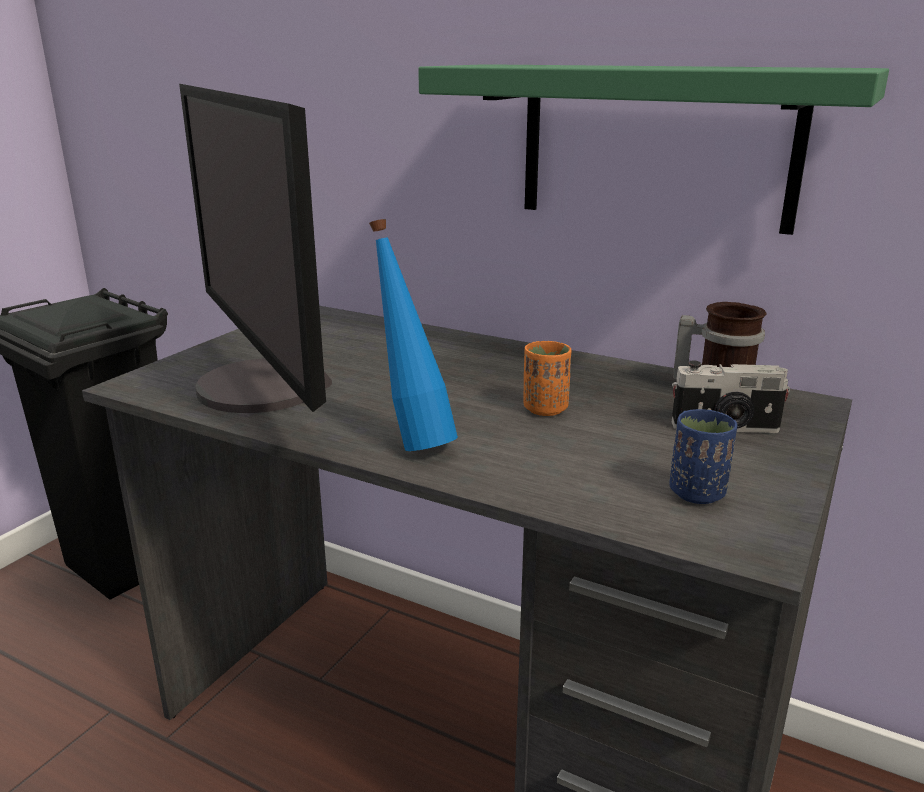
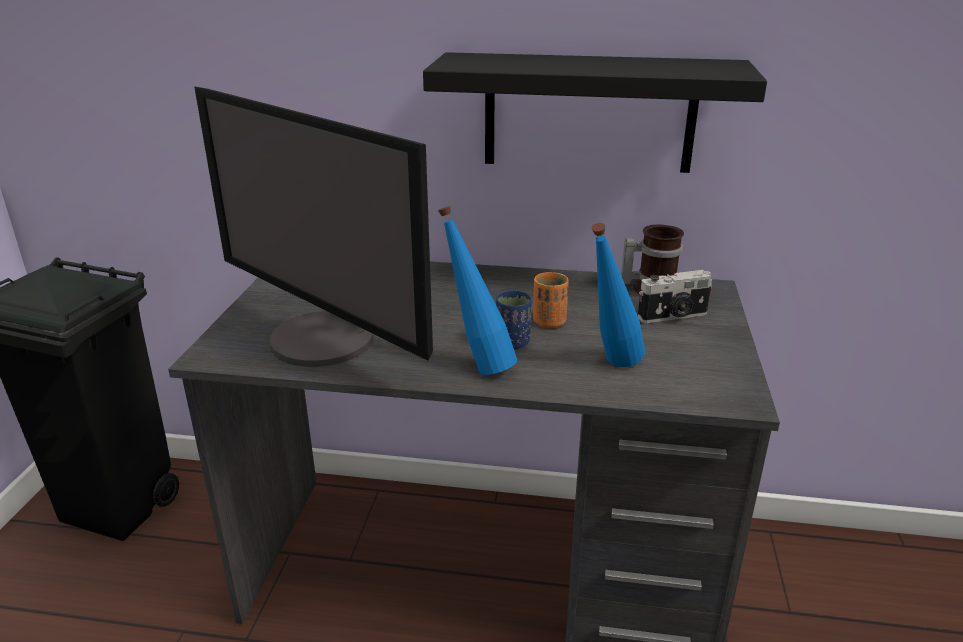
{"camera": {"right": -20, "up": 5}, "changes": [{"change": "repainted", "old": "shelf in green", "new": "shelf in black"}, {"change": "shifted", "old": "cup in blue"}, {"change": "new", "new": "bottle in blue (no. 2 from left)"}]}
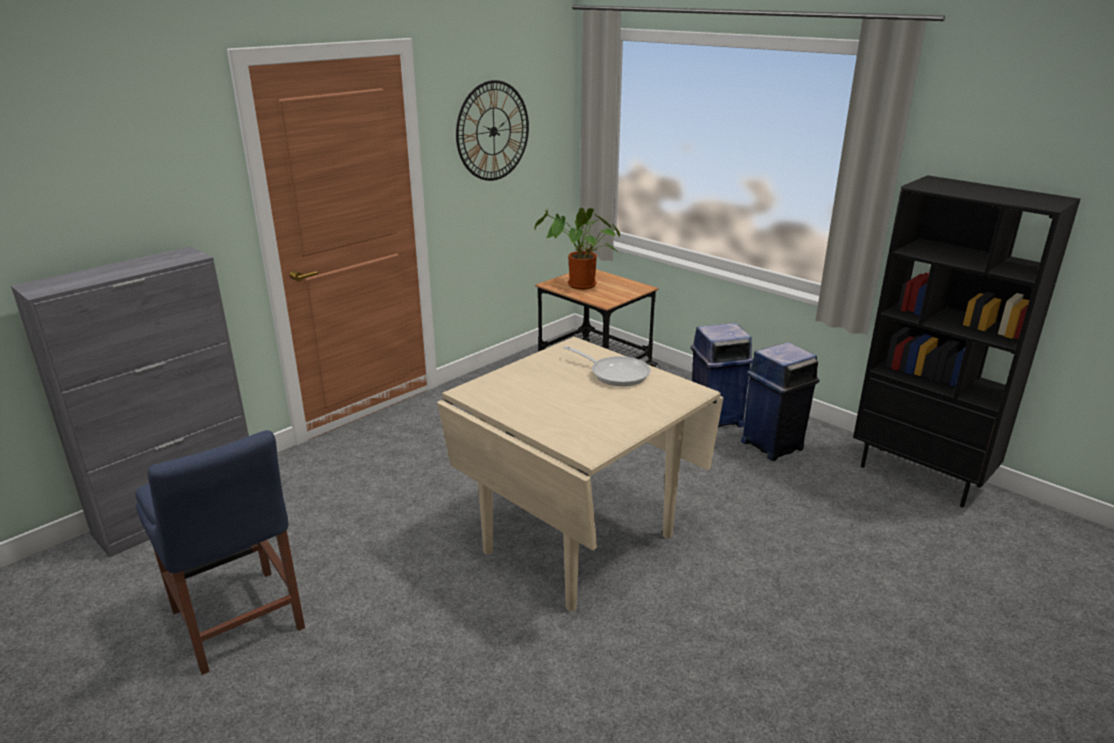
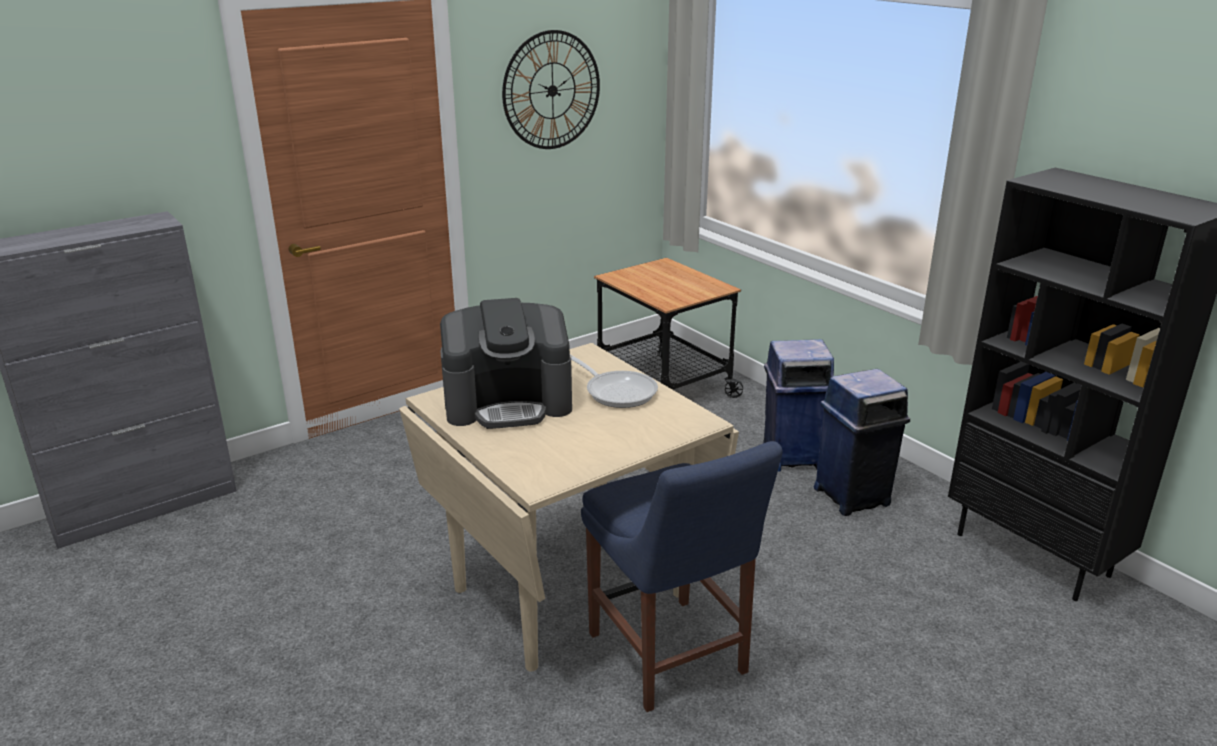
{"camera": {"right": 10, "up": 0}, "changes": [{"change": "gone", "old": "potted plant"}, {"change": "shifted", "old": "chair in blue"}, {"change": "new", "new": "coffee machine"}]}
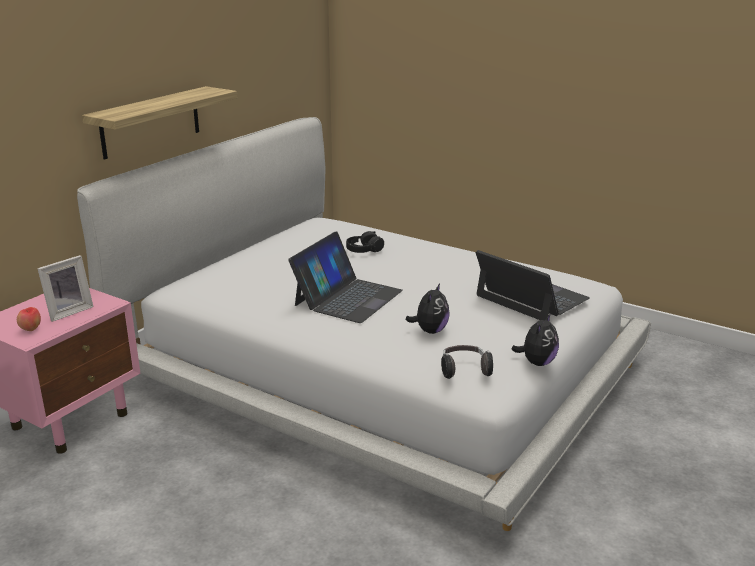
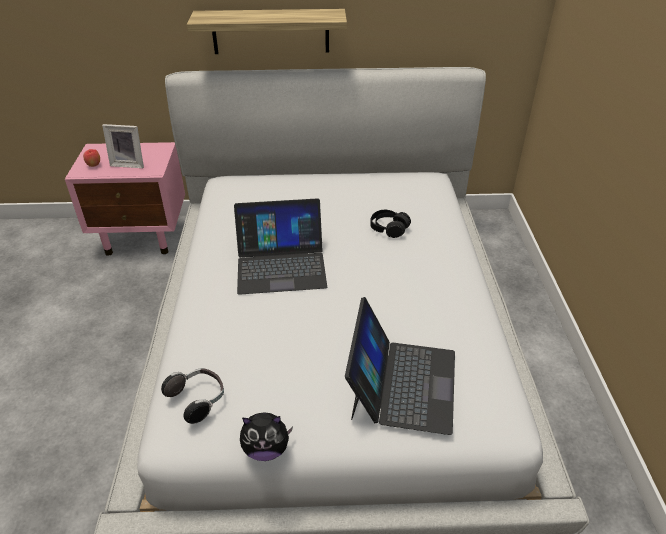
{"camera": {"right": 55, "up": 15}, "changes": [{"change": "gone", "old": "plush toy (no. 1 from left)"}]}
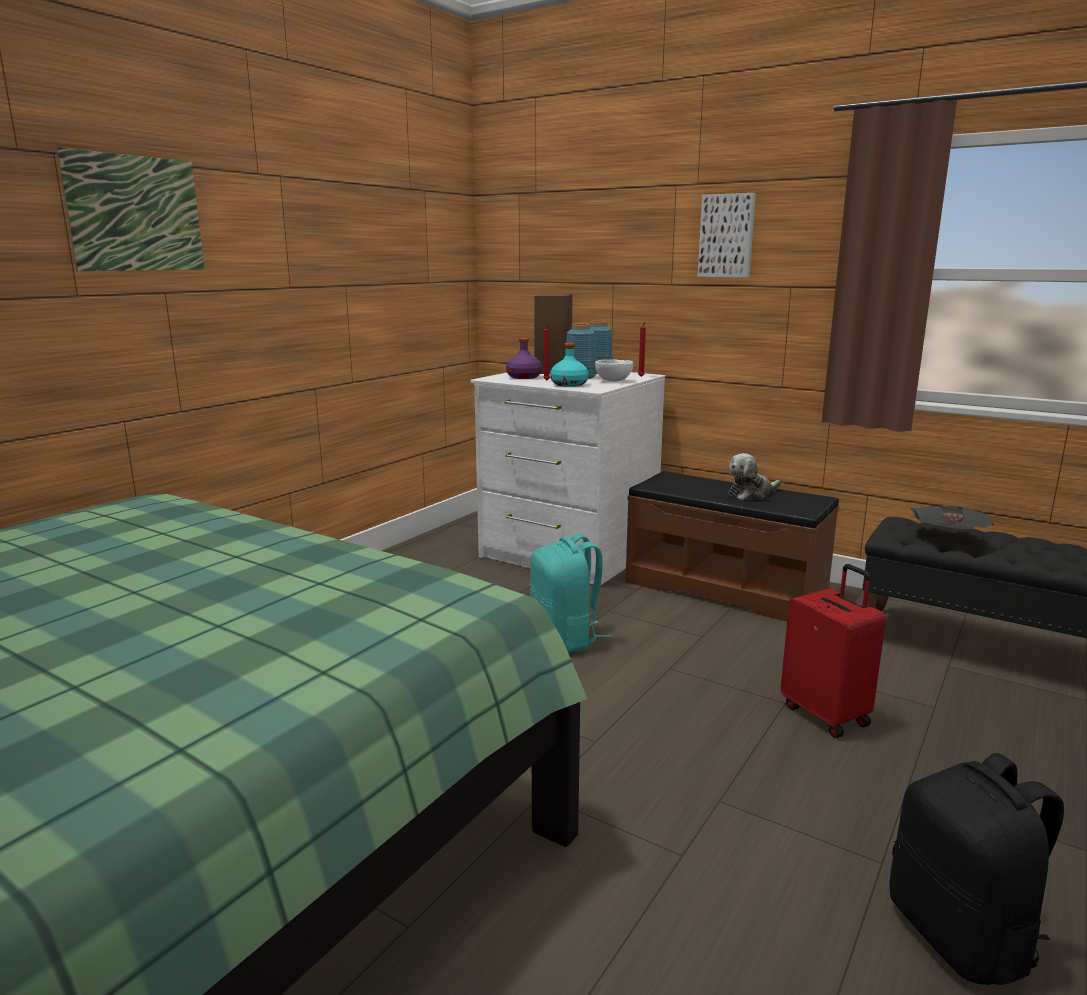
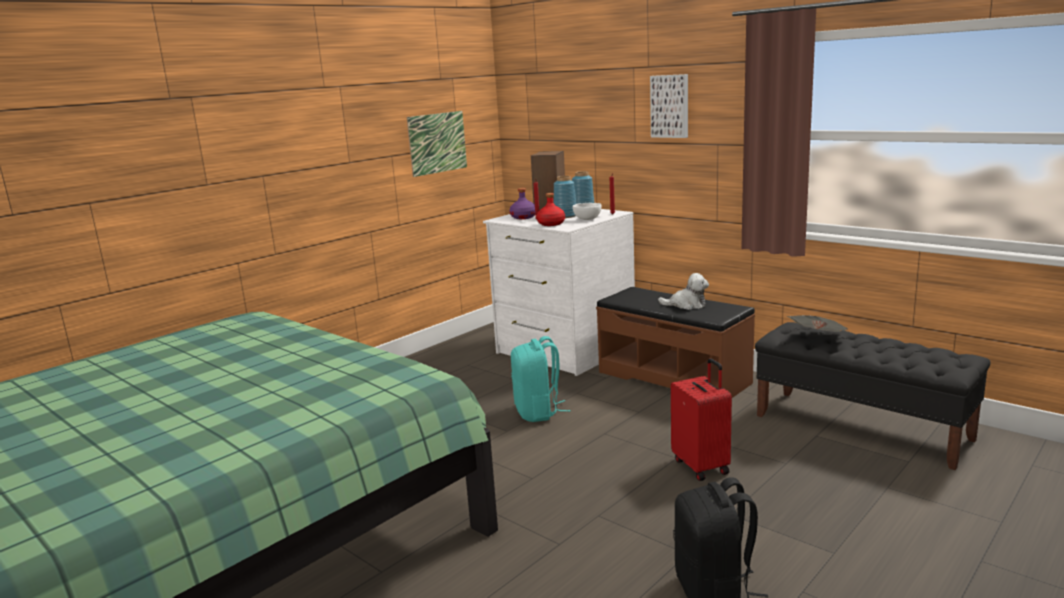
{"camera": {"right": 10, "up": 0}, "changes": [{"change": "shifted", "old": "picture (no. 1 from left)"}, {"change": "repainted", "old": "bottle in turquoise", "new": "bottle in red"}, {"change": "rotated", "old": "plush toy", "degrees": -150}]}
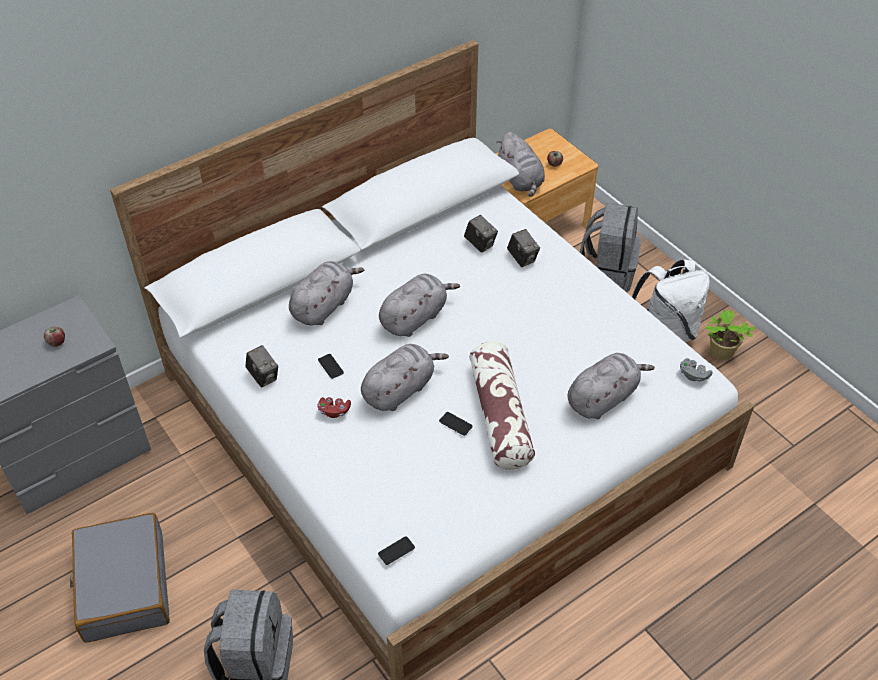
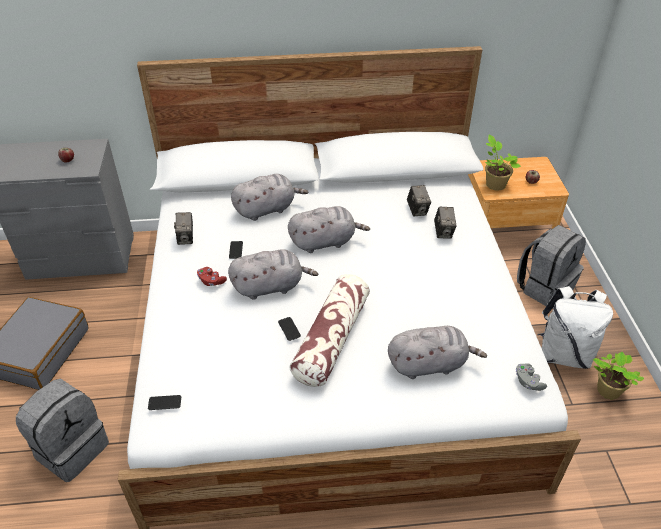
{"camera": {"right": 30, "up": -5}, "changes": [{"change": "swapped", "old": "plush toy in grey (no. 4 from left)", "new": "potted plant (no. 1 from left)"}]}
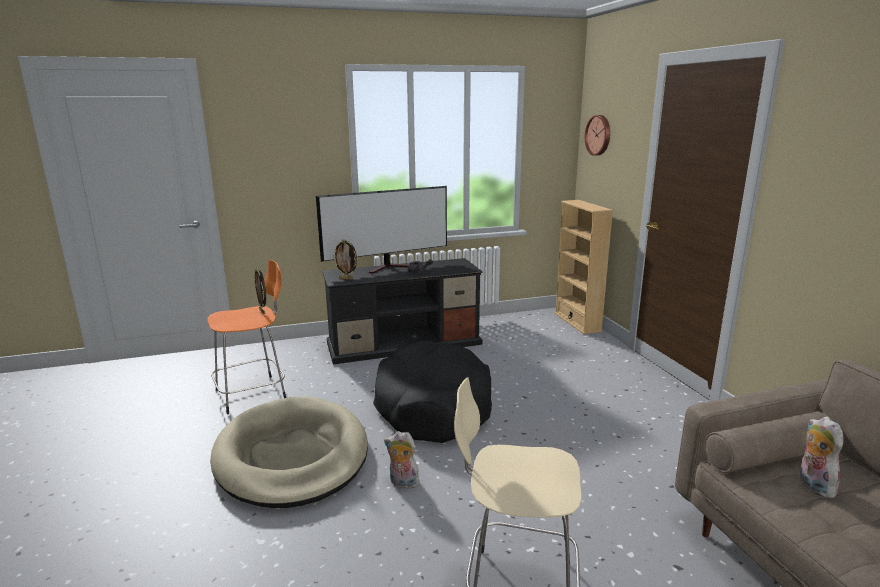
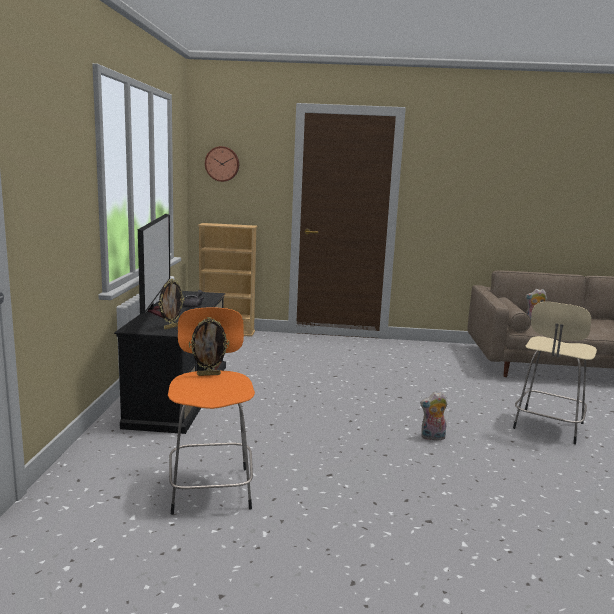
{"camera": {"right": -70, "up": -5}, "changes": [{"change": "gone", "old": "dog bed in black"}, {"change": "gone", "old": "dog bed in beige"}, {"change": "rotated", "old": "plush toy (no. 1 from left)", "degrees": 45}]}
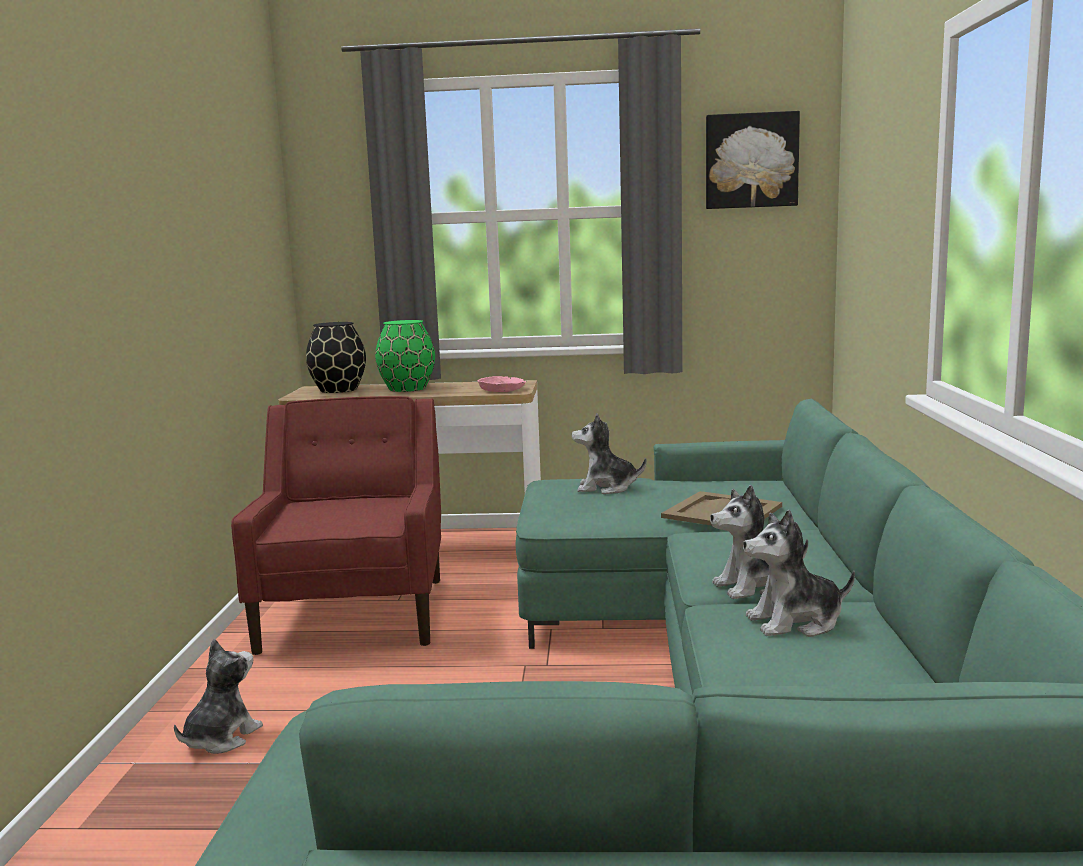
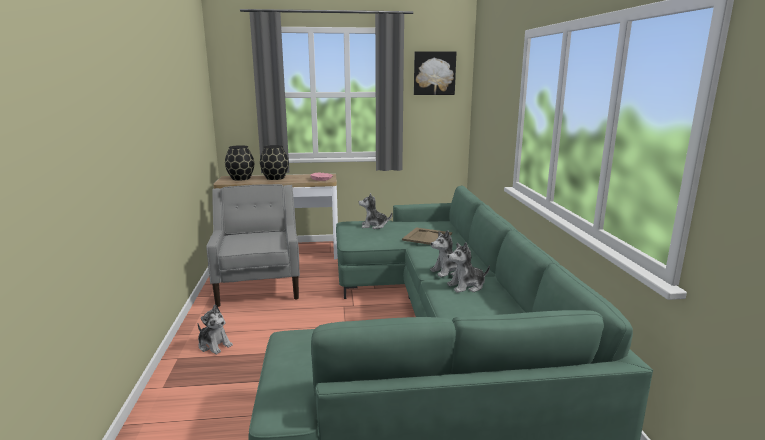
{"camera": {"right": -10, "up": 5}, "changes": [{"change": "repainted", "old": "vase in green", "new": "vase in black (no. 2 from left)"}, {"change": "repainted", "old": "armchair in red", "new": "armchair in grey"}, {"change": "rotated", "old": "plush toy (no. 1 from left)", "degrees": 105}]}
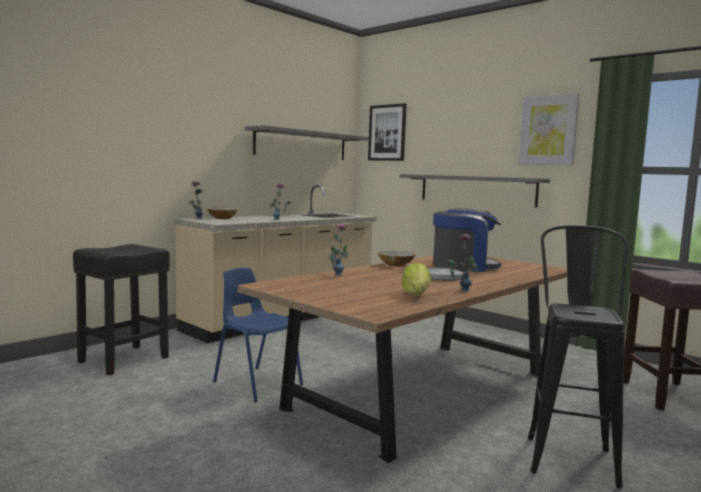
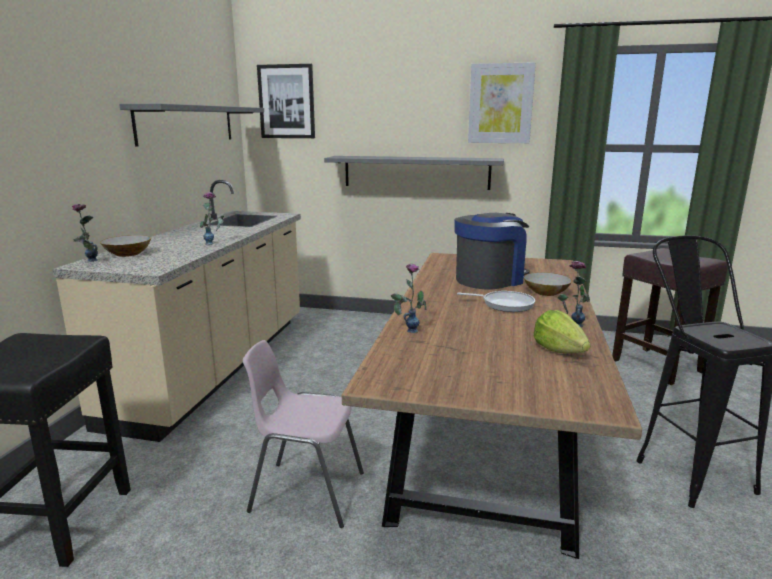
{"camera": {"right": -30, "up": 10}, "changes": [{"change": "shifted", "old": "bowl (no. 2 from left)"}, {"change": "repainted", "old": "chair in blue", "new": "chair in pink"}]}
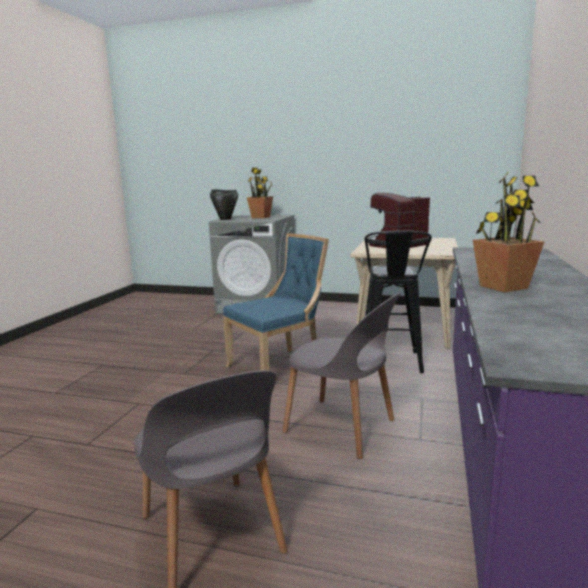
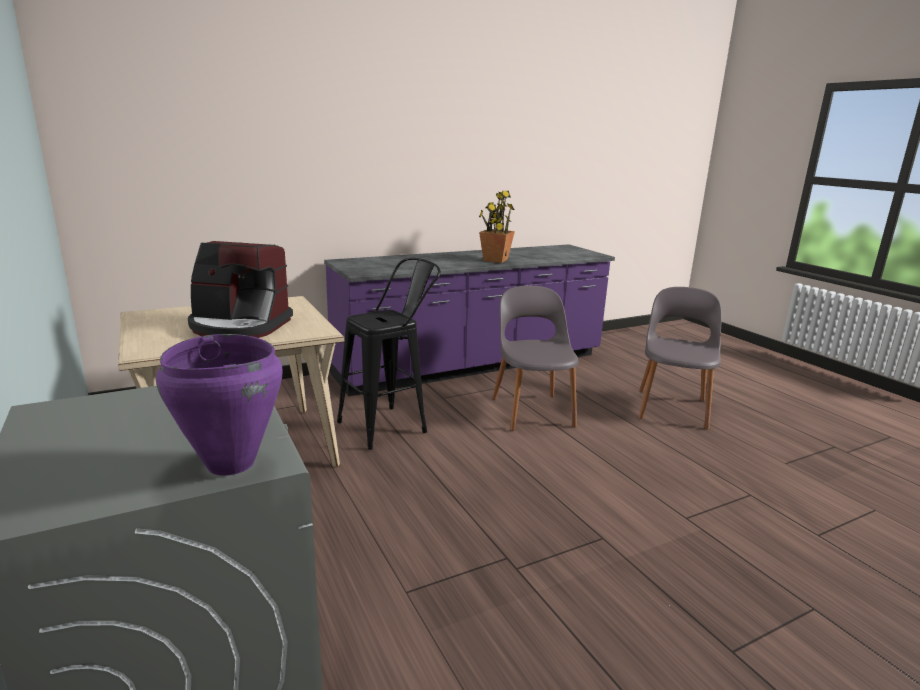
{"camera": {"right": -135, "up": 5}, "changes": [{"change": "gone", "old": "potted plant (no. 1 from left)"}, {"change": "repainted", "old": "cooking pot in black", "new": "cooking pot in purple"}, {"change": "gone", "old": "chair in blue"}]}
